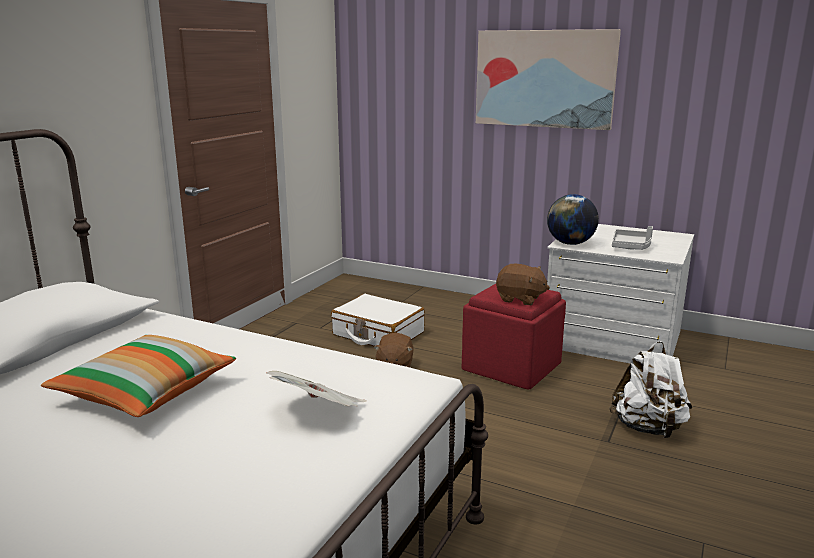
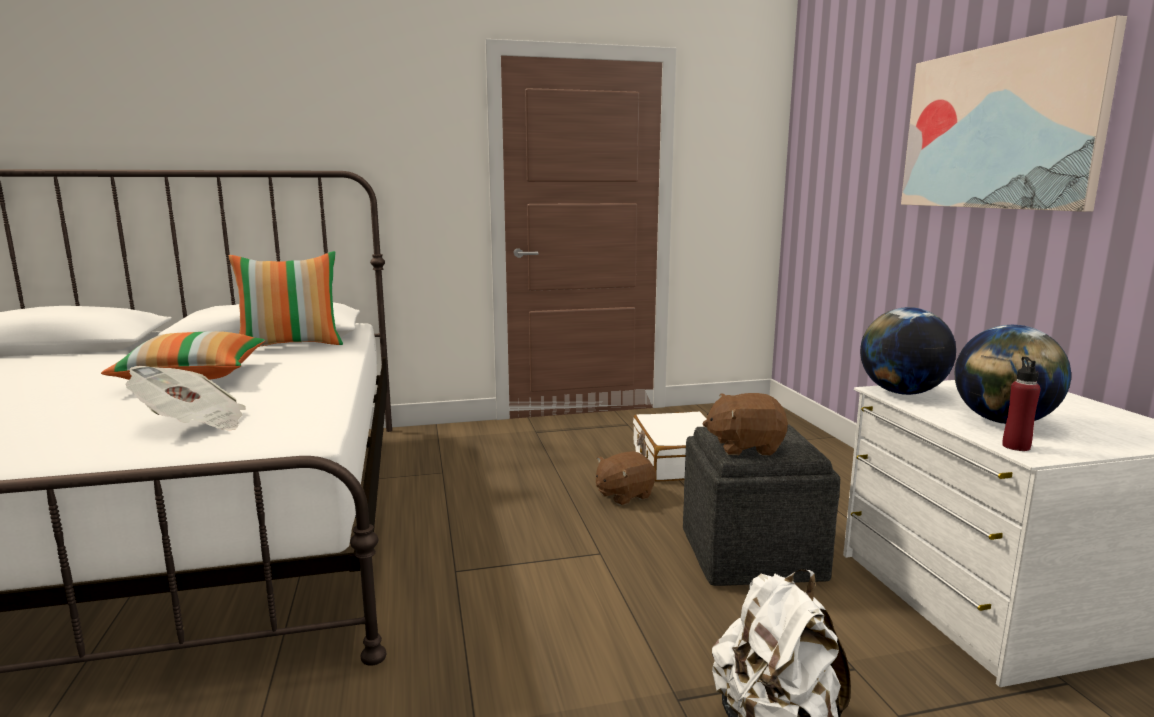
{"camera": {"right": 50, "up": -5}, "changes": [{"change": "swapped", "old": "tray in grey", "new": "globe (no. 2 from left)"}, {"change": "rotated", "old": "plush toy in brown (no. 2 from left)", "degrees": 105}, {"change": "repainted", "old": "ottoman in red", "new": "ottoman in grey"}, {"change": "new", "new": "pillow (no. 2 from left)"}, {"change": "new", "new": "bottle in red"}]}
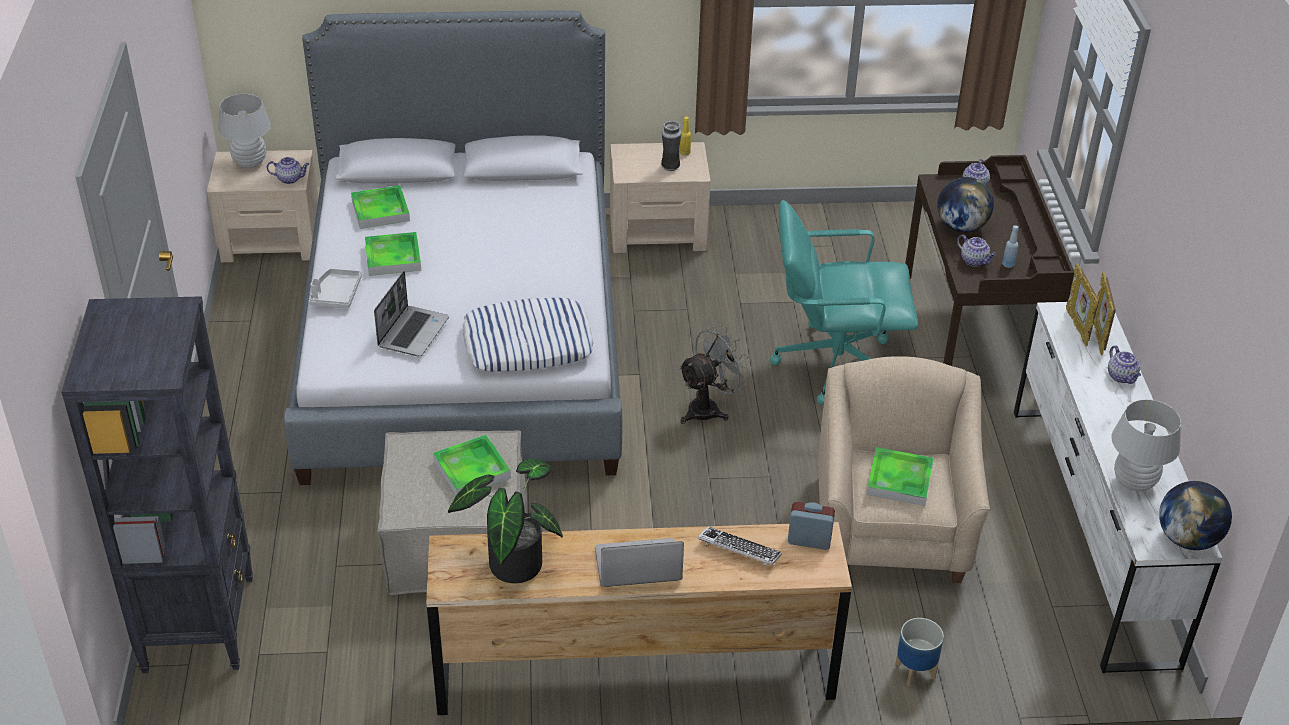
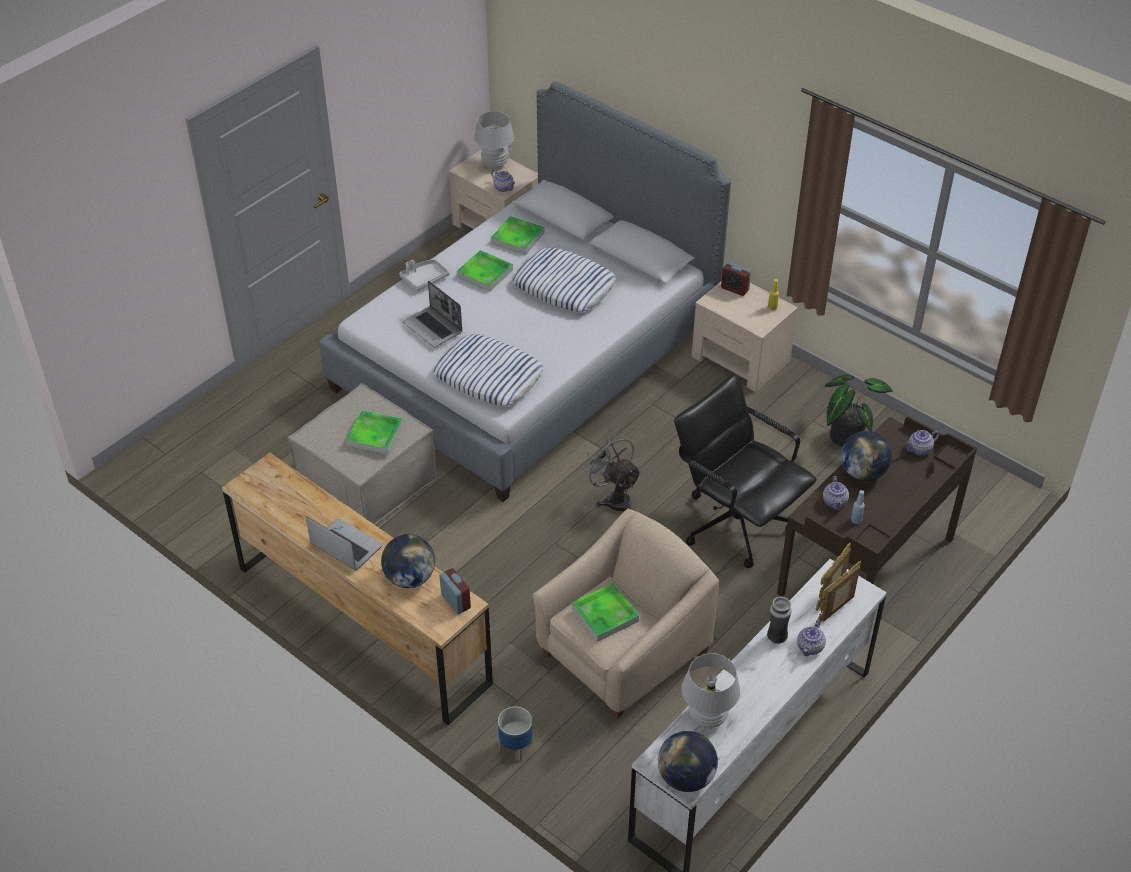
{"camera": {"right": 45, "up": 5}, "changes": [{"change": "shifted", "old": "vase"}, {"change": "repainted", "old": "office chair in turquoise", "new": "office chair in black"}, {"change": "rotated", "old": "laptop (no. 1 from left in the first image)", "degrees": 75}, {"change": "gone", "old": "bookcase in black"}, {"change": "rotated", "old": "fan in grey", "degrees": -135}, {"change": "shifted", "old": "potted plant"}, {"change": "swapped", "old": "keyboard", "new": "globe (no. 1 from left)"}, {"change": "new", "new": "pillow (no. 2 from left)"}, {"change": "new", "new": "alarm clock (no. 2 from left)"}]}
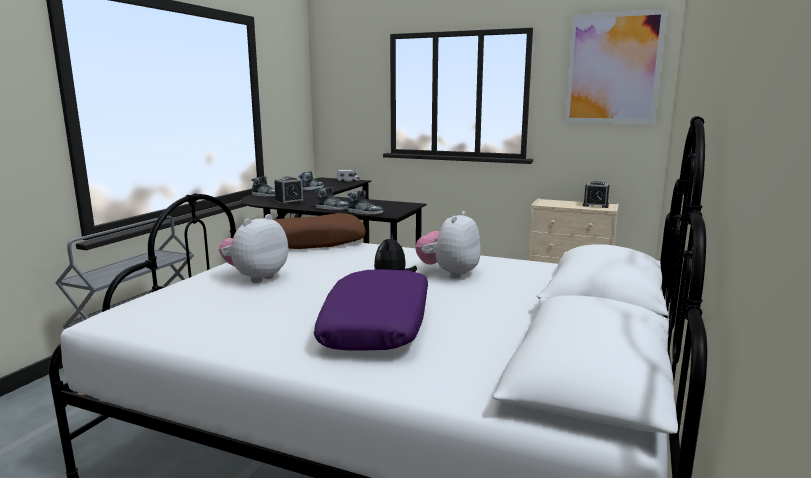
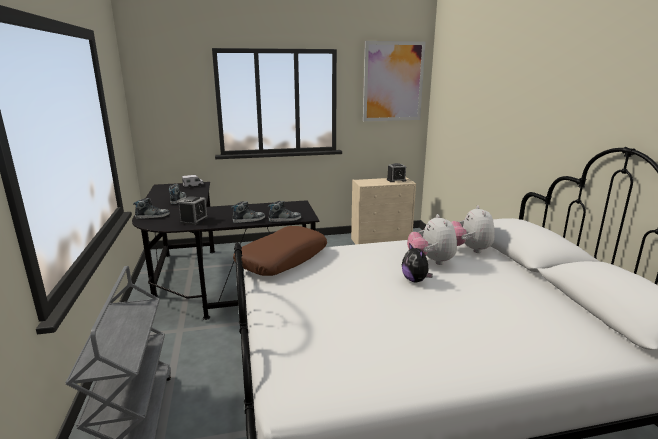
{"camera": {"right": -35, "up": 5}, "changes": [{"change": "shifted", "old": "plush toy (no. 1 from left in the first image)", "new": "plush toy (no. 3 from left)"}, {"change": "gone", "old": "pillow in purple"}]}
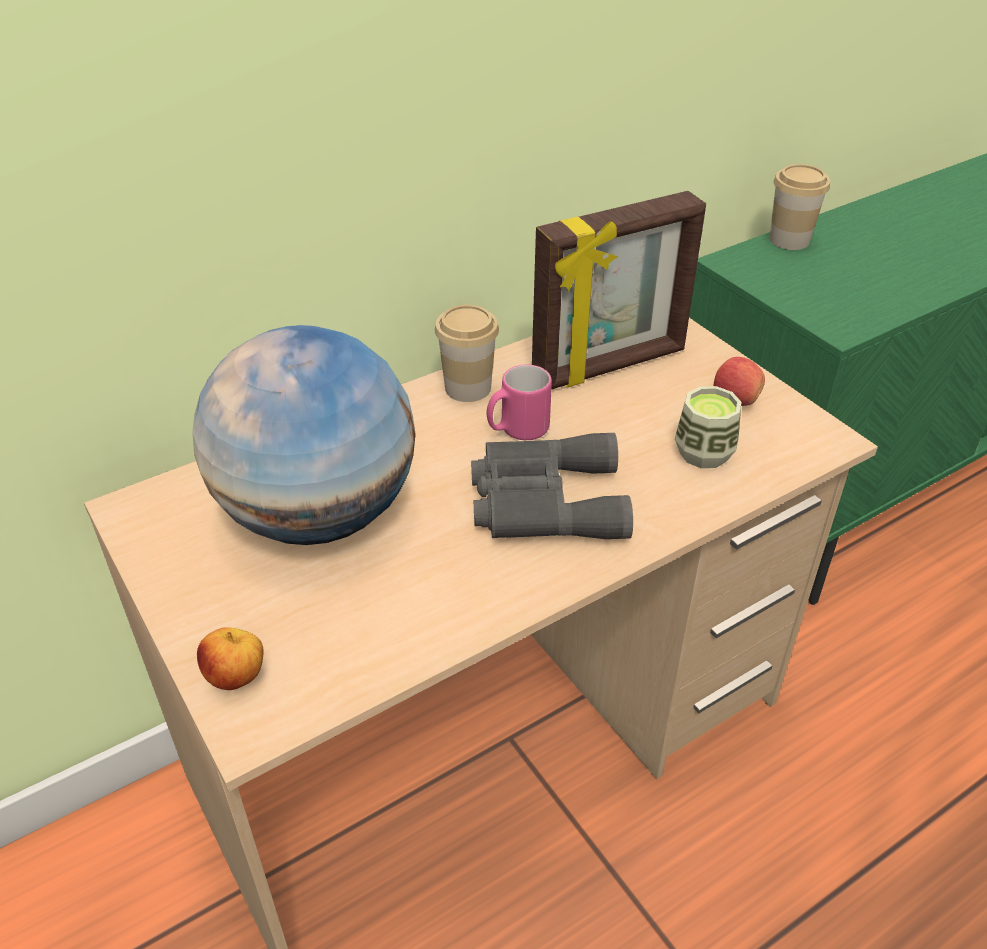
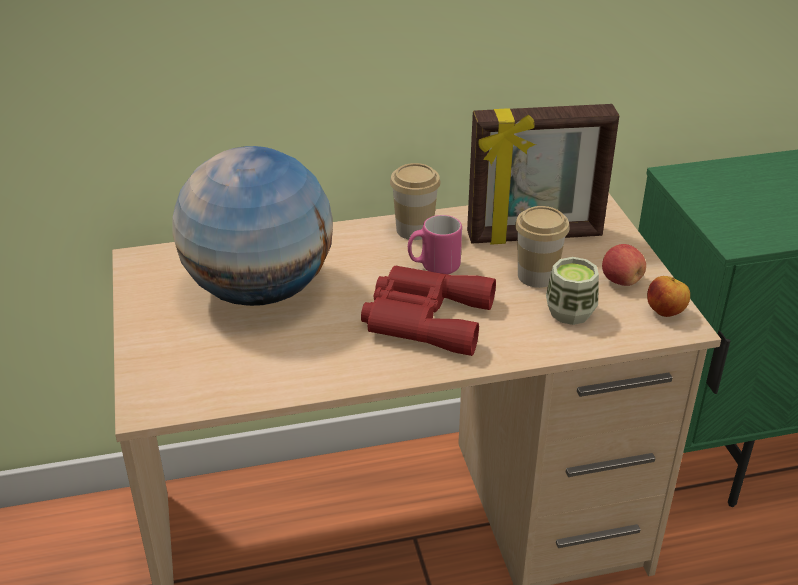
{"camera": {"right": 20, "up": -5}, "changes": [{"change": "shifted", "old": "cup (no. 3 from left in the first image)", "new": "cup (no. 2 from left)"}, {"change": "repainted", "old": "binoculars in grey", "new": "binoculars in red"}, {"change": "shifted", "old": "apple (no. 1 from left in the first image)", "new": "apple (no. 2 from left)"}]}
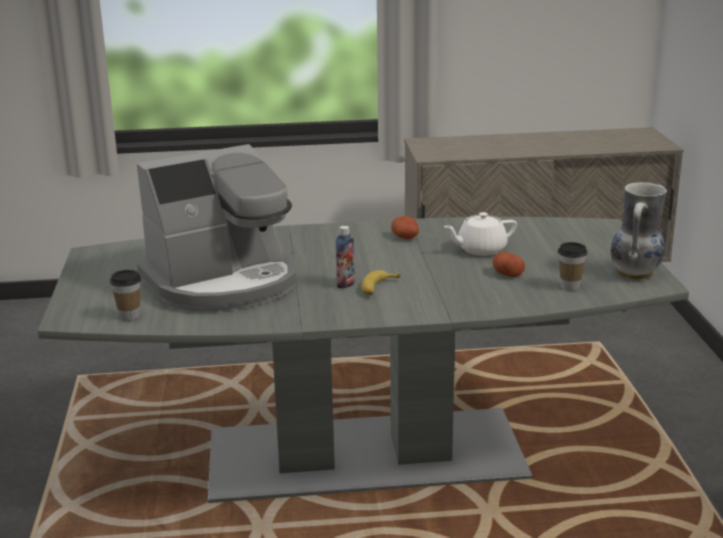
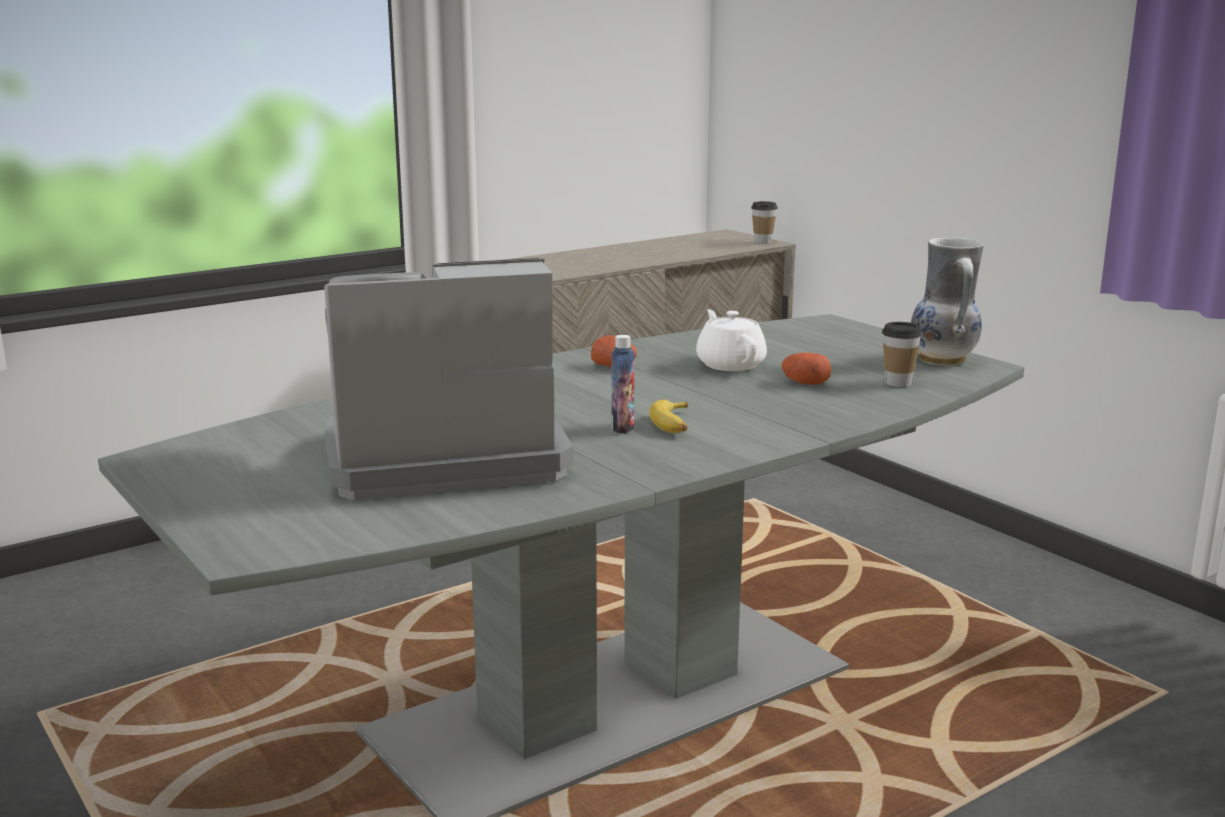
{"camera": {"right": -30, "up": -5}, "changes": [{"change": "rotated", "old": "coffee machine", "degrees": -135}, {"change": "rotated", "old": "teapot in white", "degrees": 120}, {"change": "shifted", "old": "cup (no. 1 from left)"}]}
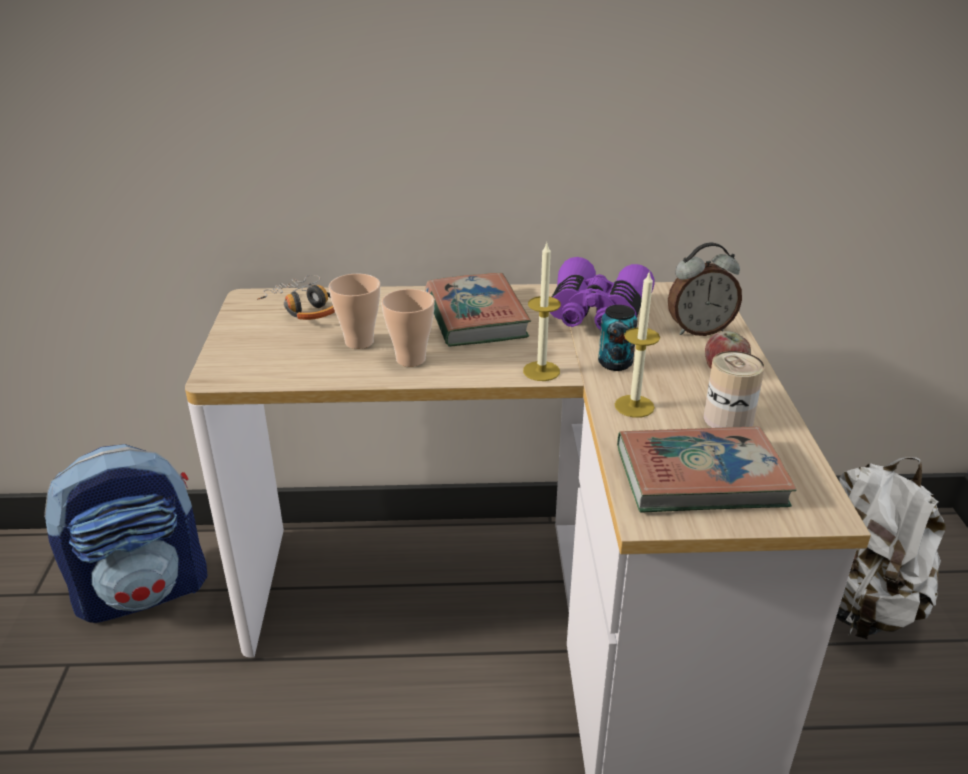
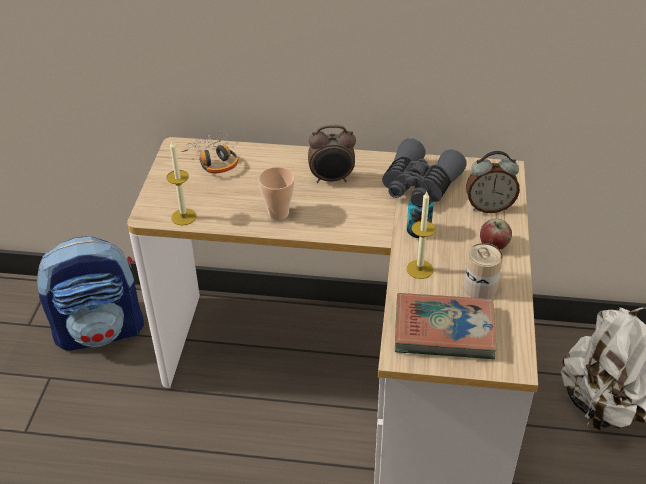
{"camera": {"right": 10, "up": 10}, "changes": [{"change": "shifted", "old": "candle (no. 1 from left)"}, {"change": "repainted", "old": "binoculars in purple", "new": "binoculars in grey"}, {"change": "swapped", "old": "book (no. 1 from left)", "new": "alarm clock (no. 1 from left)"}, {"change": "gone", "old": "cup (no. 1 from left)"}]}
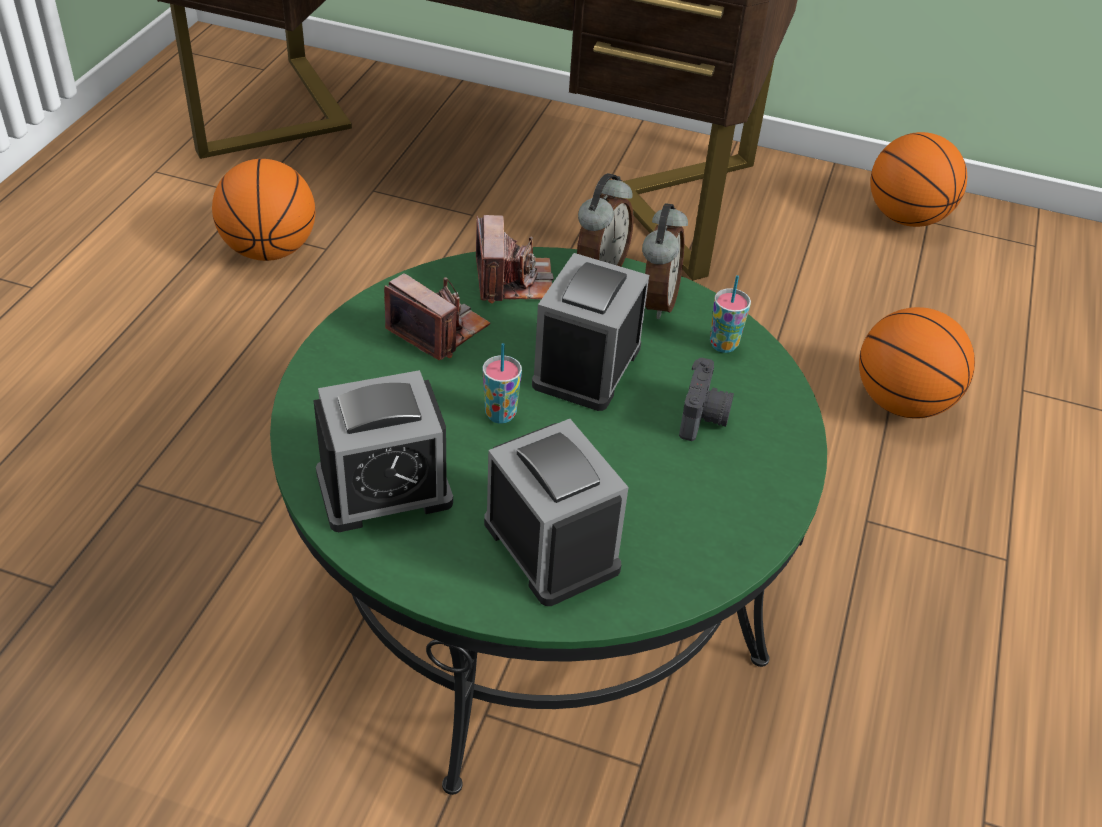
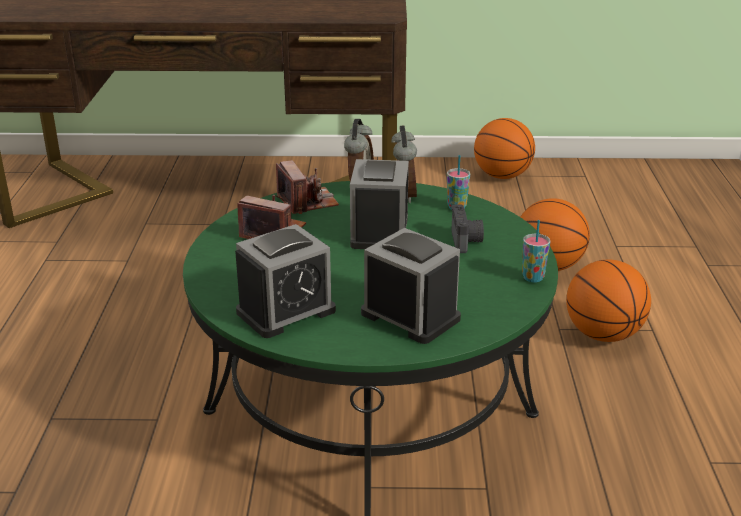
{"camera": {"right": -15, "up": -15}, "changes": [{"change": "shifted", "old": "basketball (no. 1 from left in the first image)", "new": "basketball (no. 3 from left)"}, {"change": "shifted", "old": "cup (no. 1 from left in the first image)", "new": "cup (no. 2 from left)"}]}
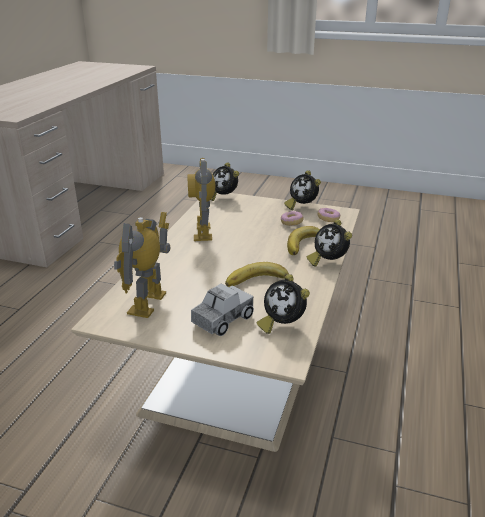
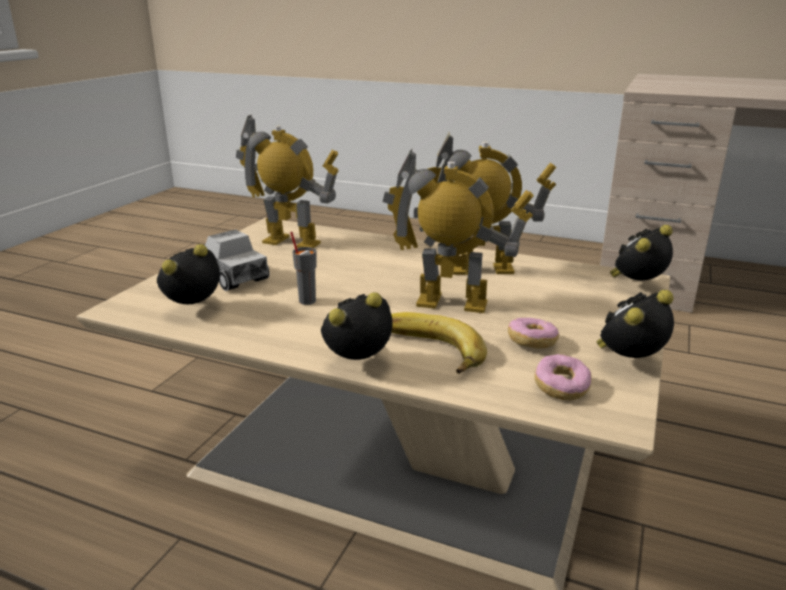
{"camera": {"right": 95, "up": -5}, "changes": [{"change": "swapped", "old": "banana (no. 1 from left)", "new": "cup in grey"}, {"change": "new", "new": "toy robot (no. 2 from left)"}]}
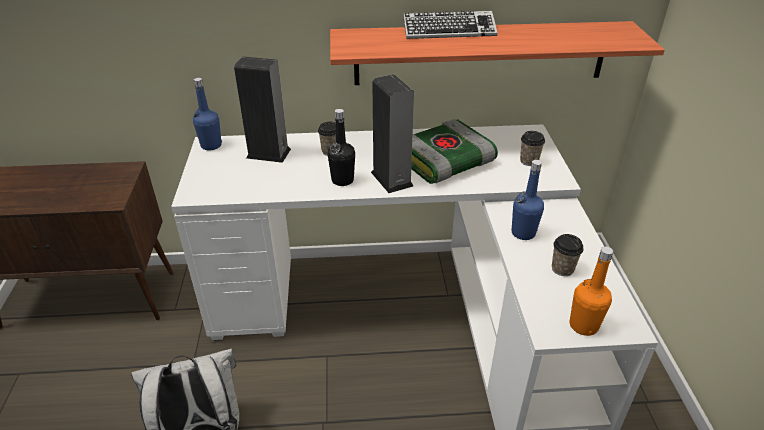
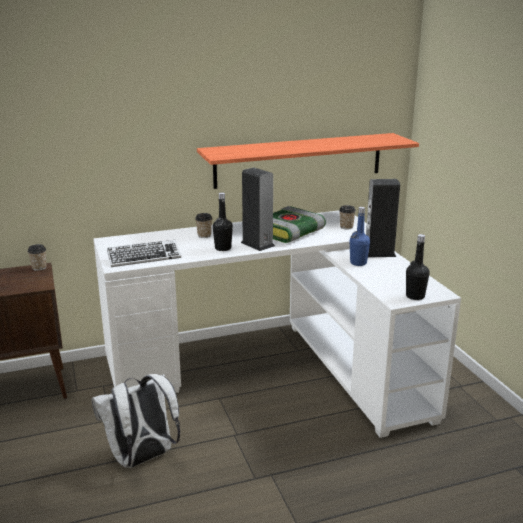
{"camera": {"right": -15, "up": -15}, "changes": [{"change": "shifted", "old": "keyboard"}, {"change": "shifted", "old": "speaker (no. 1 from left in the first image)", "new": "speaker (no. 2 from left)"}, {"change": "gone", "old": "bottle in blue (no. 1 from left)"}, {"change": "shifted", "old": "cup (no. 3 from left in the first image)", "new": "cup (no. 1 from left)"}, {"change": "repainted", "old": "bottle in orange", "new": "bottle in black (no. 2 from left)"}]}
